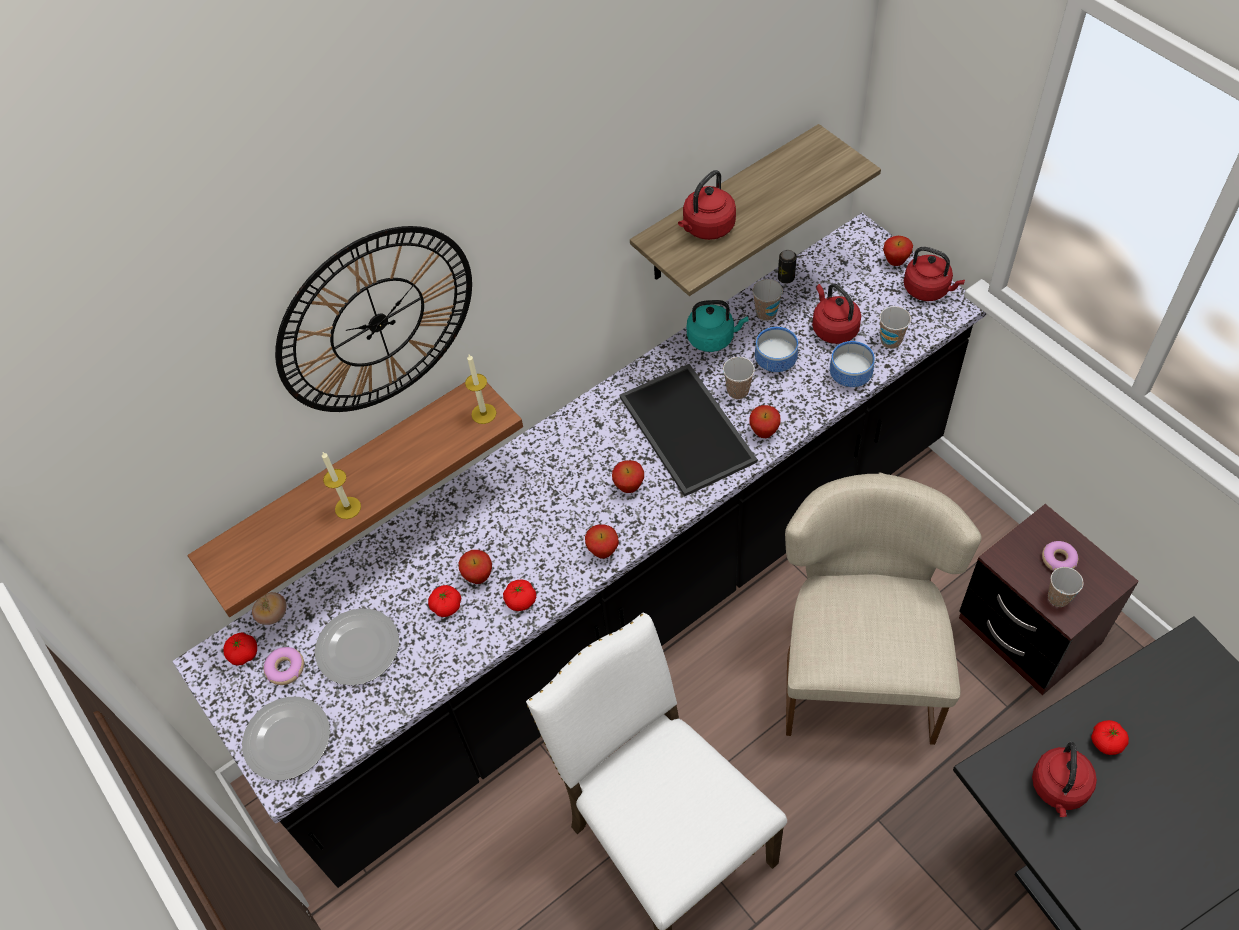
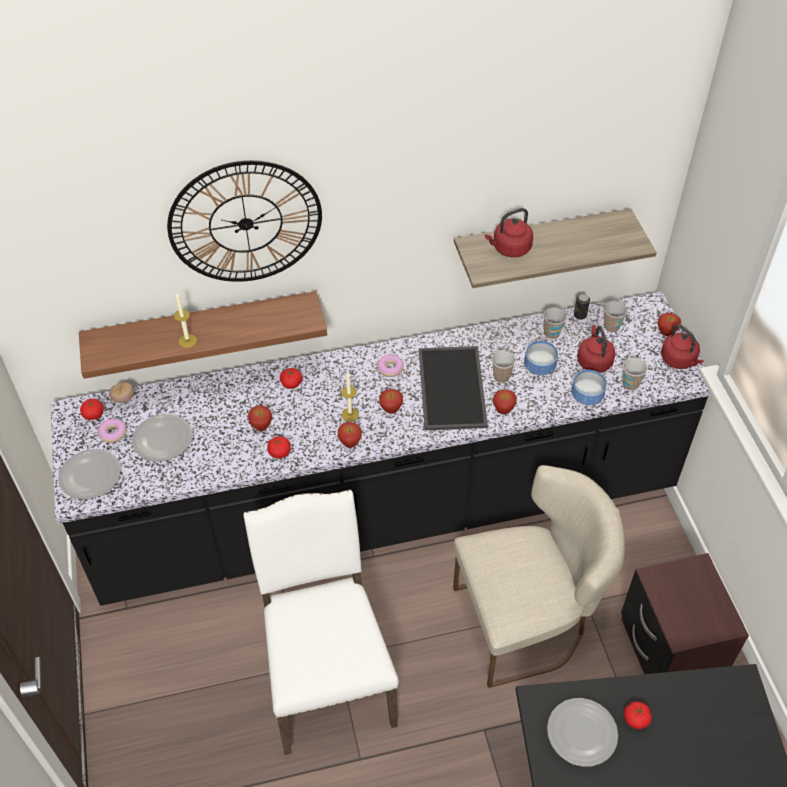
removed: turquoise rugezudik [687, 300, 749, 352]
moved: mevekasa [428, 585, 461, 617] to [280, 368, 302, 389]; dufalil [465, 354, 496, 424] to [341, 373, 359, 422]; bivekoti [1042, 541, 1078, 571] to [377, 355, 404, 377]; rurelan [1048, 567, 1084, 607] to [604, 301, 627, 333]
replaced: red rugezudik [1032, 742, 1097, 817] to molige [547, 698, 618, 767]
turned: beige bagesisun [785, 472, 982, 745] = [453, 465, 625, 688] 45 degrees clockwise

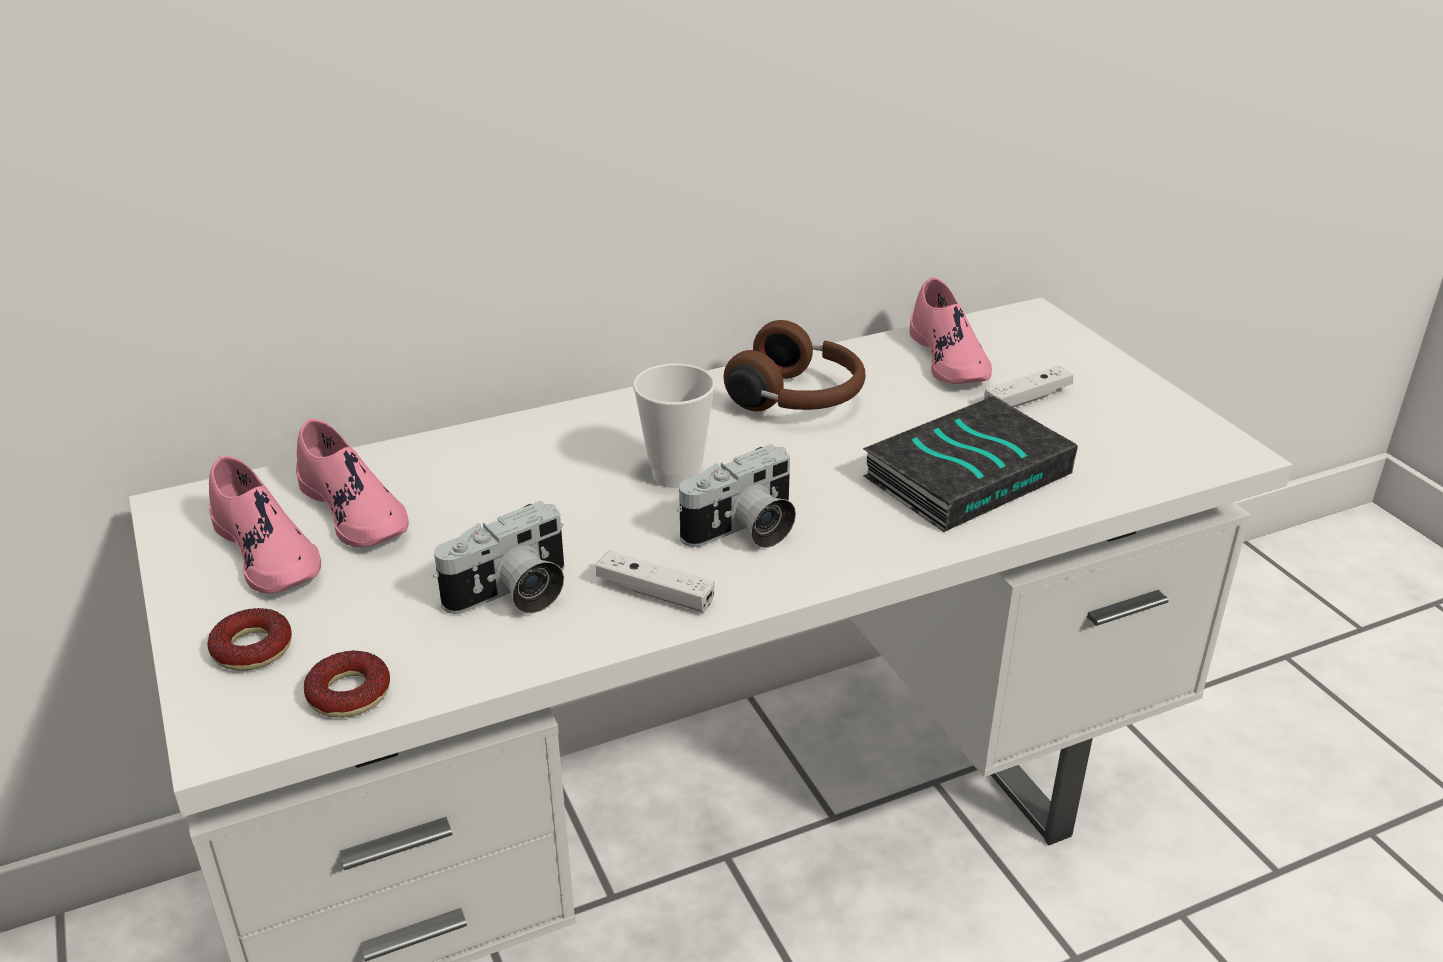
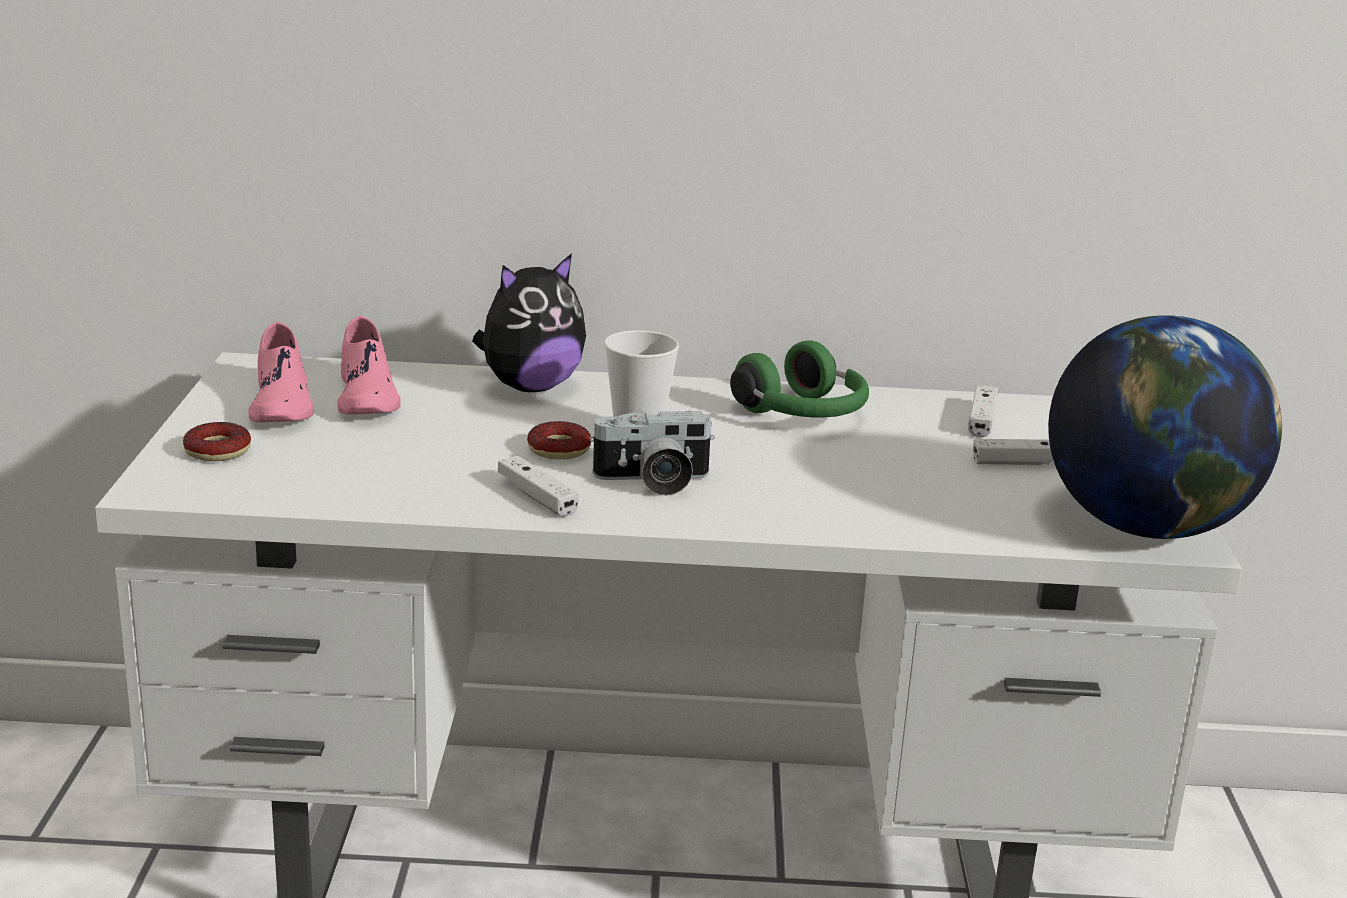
removed: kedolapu [433, 501, 564, 614]; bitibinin [863, 396, 1078, 532]
added: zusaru [472, 253, 586, 392]; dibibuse [1048, 315, 1282, 539]
moved: bivekoti [304, 651, 390, 718] to [527, 421, 591, 460]
replaced: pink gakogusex [909, 277, 992, 384] to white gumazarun [968, 385, 998, 437]
recoloured: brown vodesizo [724, 320, 866, 412] to green vodesizo [730, 340, 869, 418]

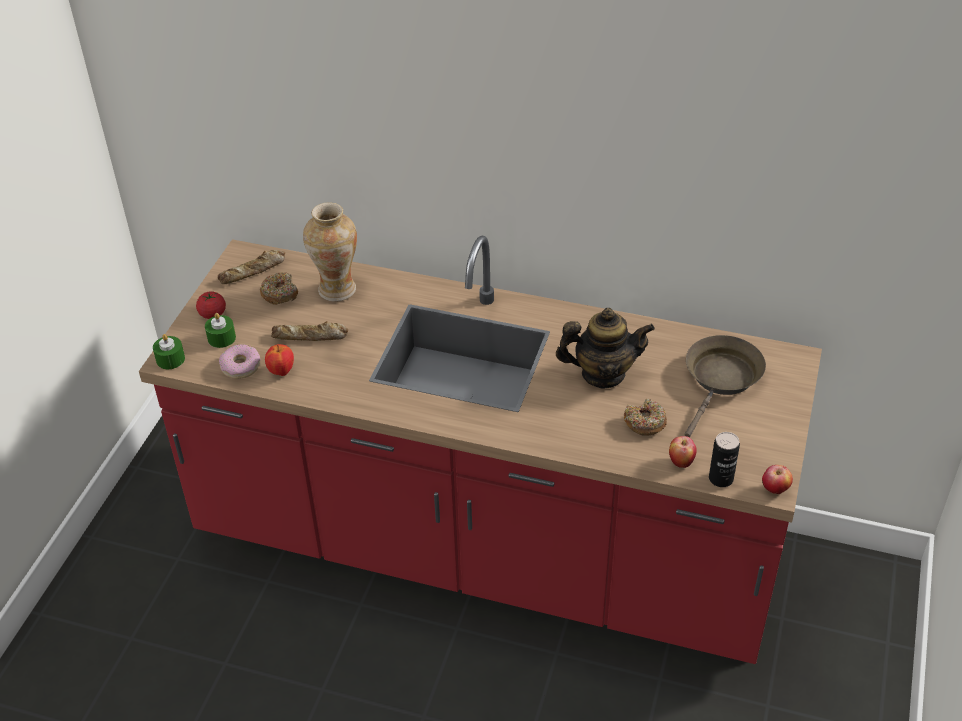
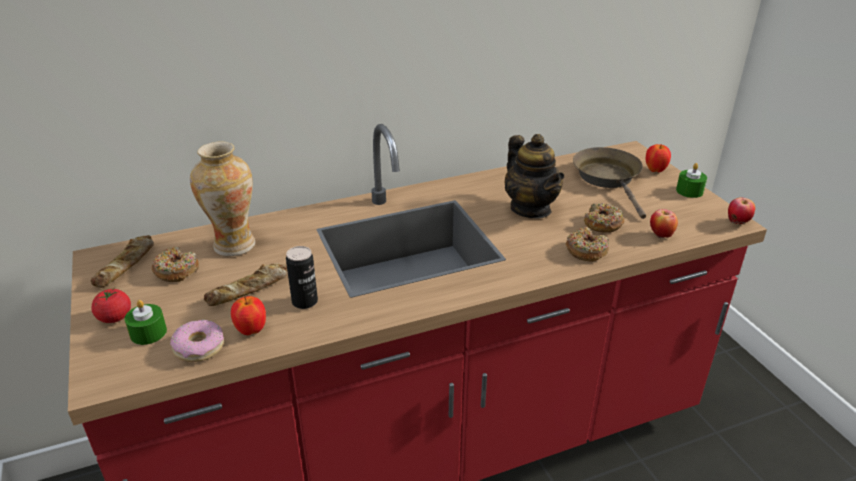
added: bivekoti [566, 227, 609, 262]; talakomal [646, 144, 671, 172]
moved: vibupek [709, 432, 740, 487] to [286, 246, 318, 309]; green dufalil [153, 334, 185, 369] to [676, 163, 707, 198]
turned: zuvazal [556, 308, 655, 388] = [505, 134, 565, 219] 105 degrees clockwise

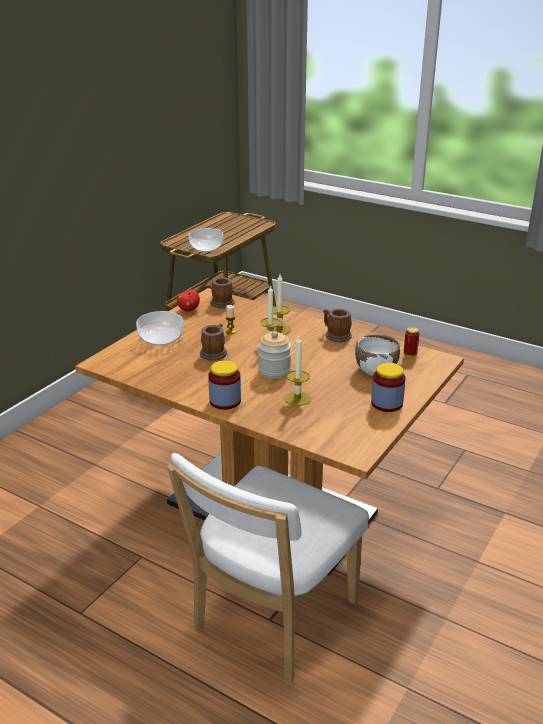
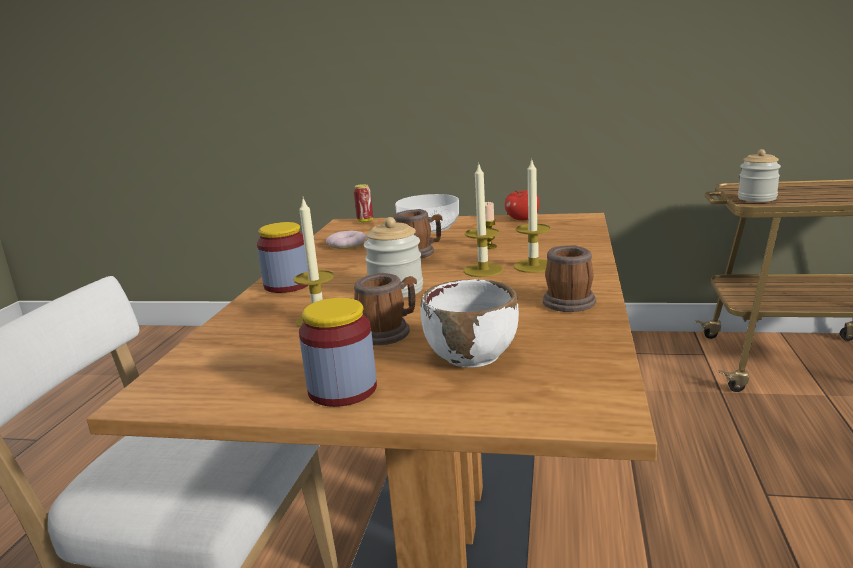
added: bivekoti [326, 231, 367, 249]
moved: vibupek [404, 327, 420, 357] to [354, 184, 373, 223]; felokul [211, 276, 234, 308] to [354, 273, 417, 345]
replaced: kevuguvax [188, 228, 223, 252] to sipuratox [738, 149, 781, 202]

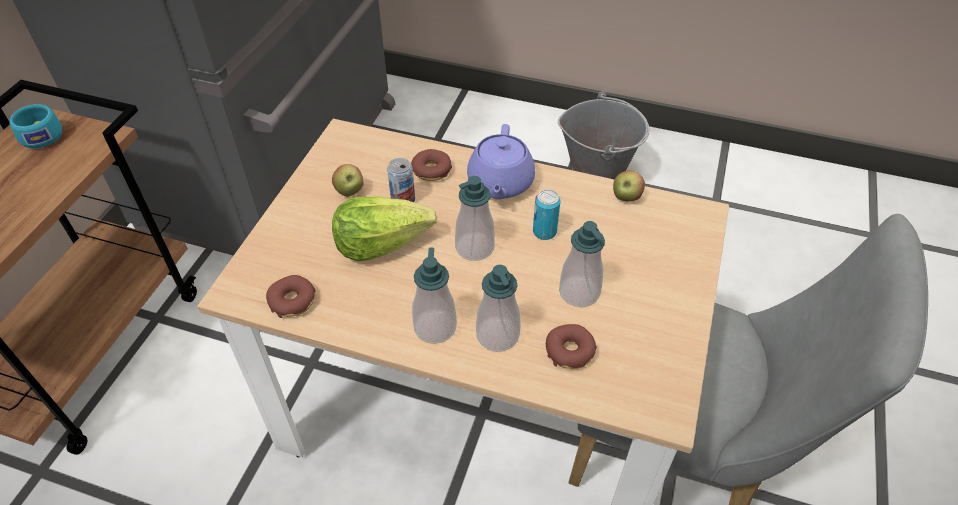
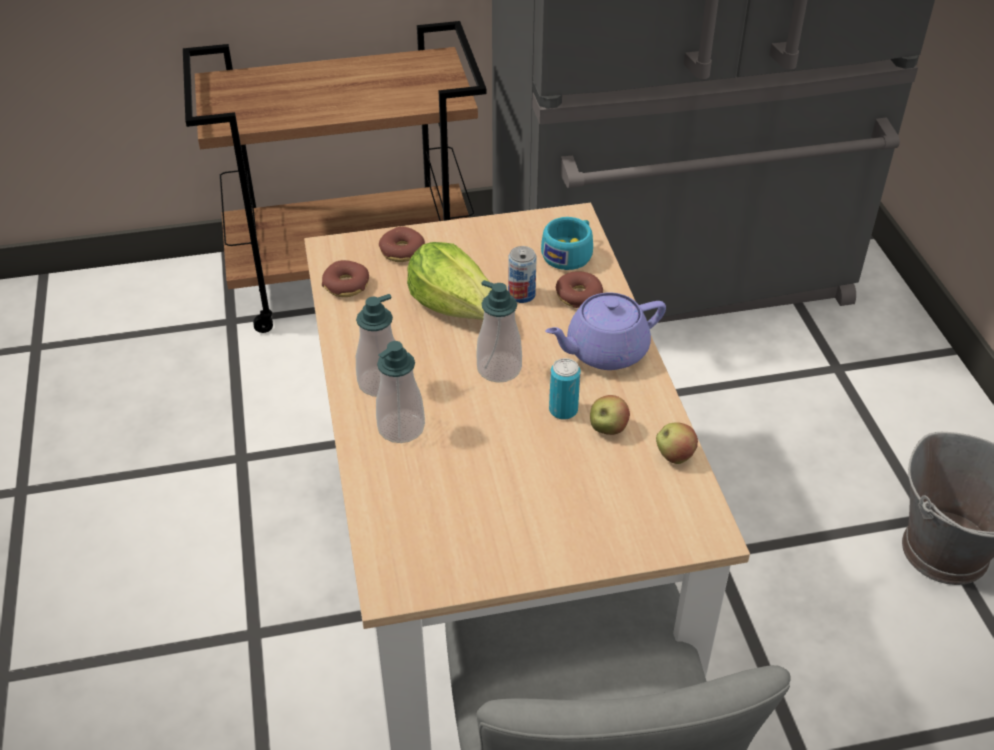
removed: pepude [559, 221, 605, 307]
moved: bivekoti [546, 324, 597, 369] to [379, 227, 425, 262]; turquoise rurelan [9, 104, 62, 148] to [541, 217, 593, 270]; talakomal [332, 164, 364, 197] to [590, 395, 630, 435]

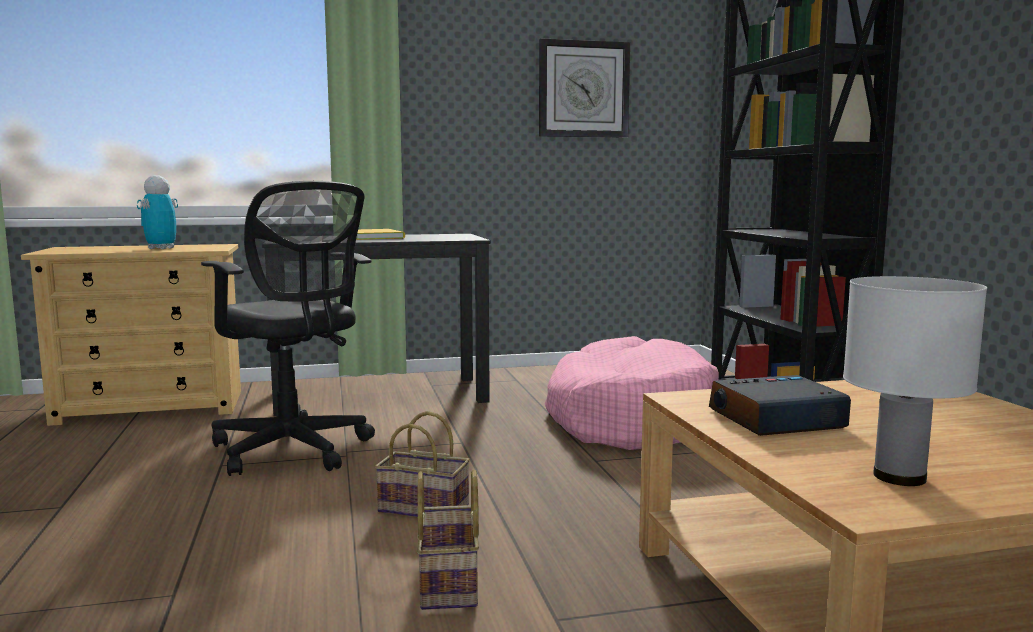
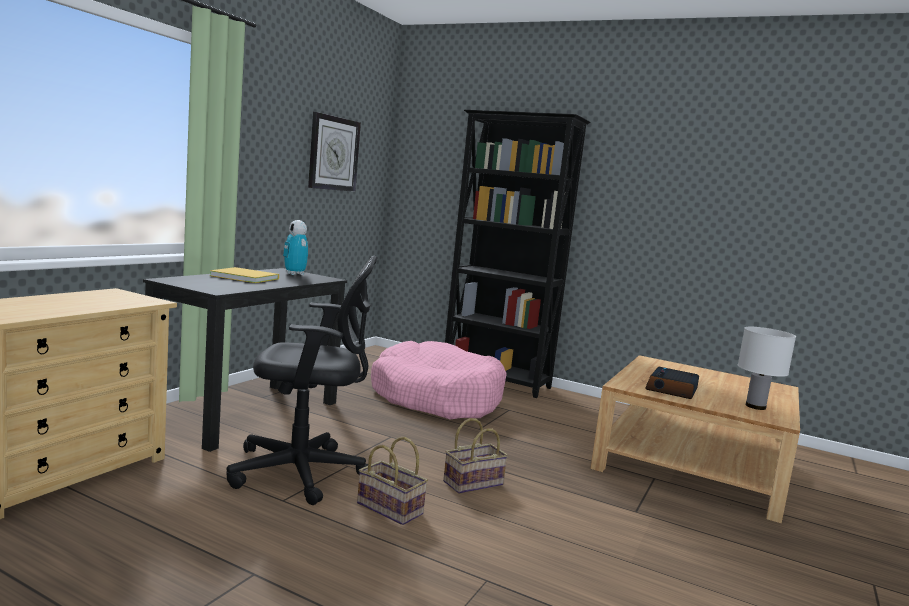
moved: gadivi [137, 175, 178, 249] to [283, 220, 308, 275]; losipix [417, 469, 479, 610] to [357, 437, 428, 525]

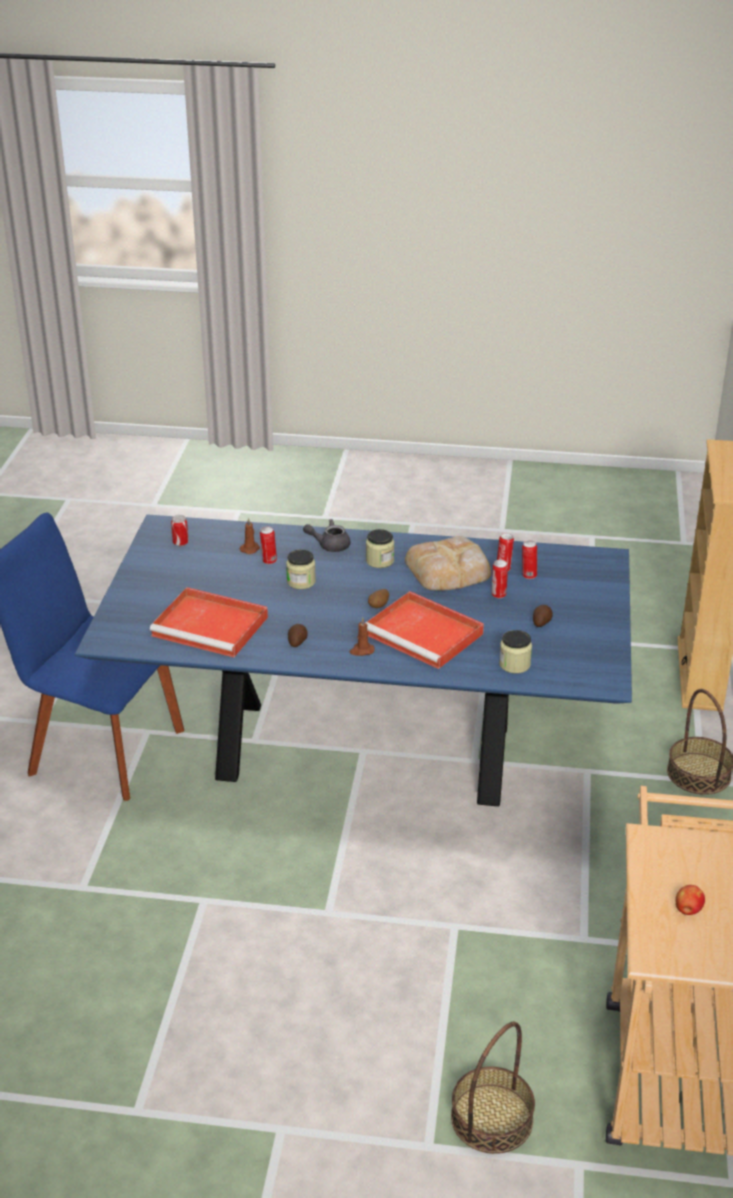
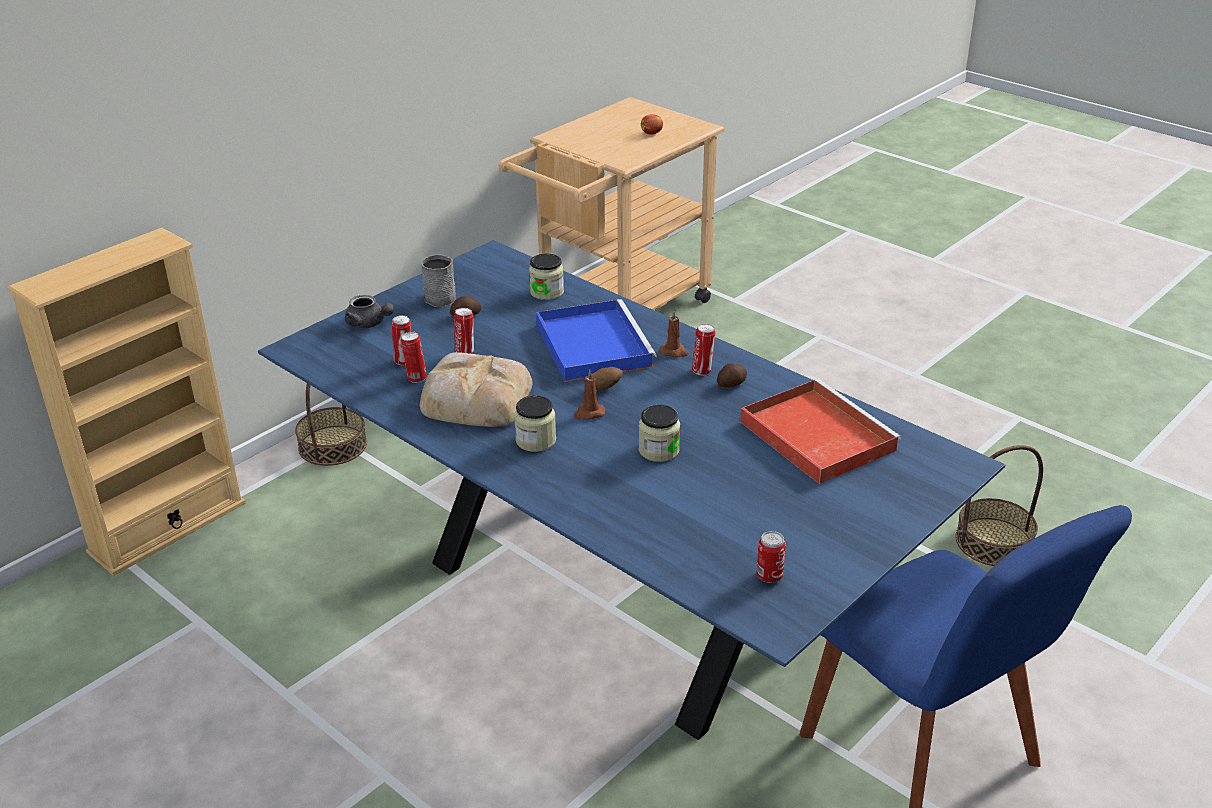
added: grey felokul [421, 254, 456, 307]
moved: grey zuvazal [303, 519, 351, 552] to [345, 295, 395, 329]; brown dufalil [240, 518, 260, 554] to [574, 369, 605, 420]; vibupek [260, 526, 277, 564] to [692, 324, 715, 375]; losipix [451, 1022, 535, 1154] to [955, 445, 1043, 566]
recoloured: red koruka [366, 591, 484, 669] to blue koruka [536, 299, 656, 382]

